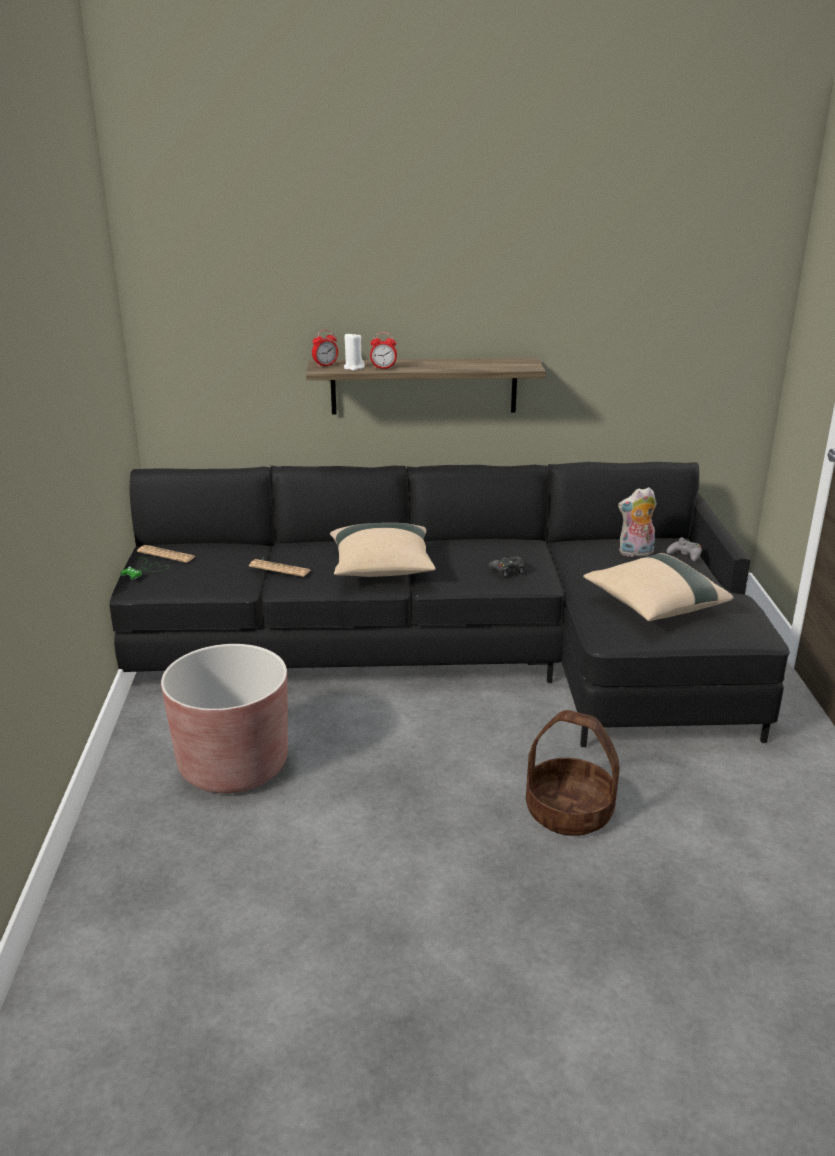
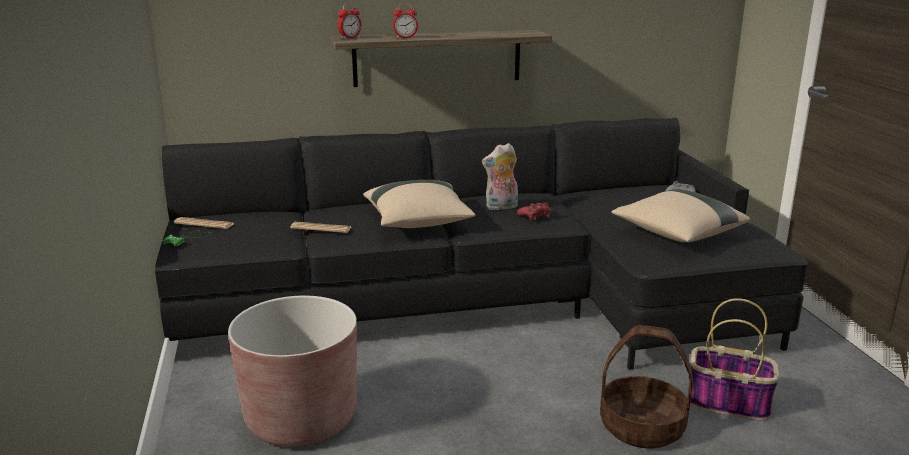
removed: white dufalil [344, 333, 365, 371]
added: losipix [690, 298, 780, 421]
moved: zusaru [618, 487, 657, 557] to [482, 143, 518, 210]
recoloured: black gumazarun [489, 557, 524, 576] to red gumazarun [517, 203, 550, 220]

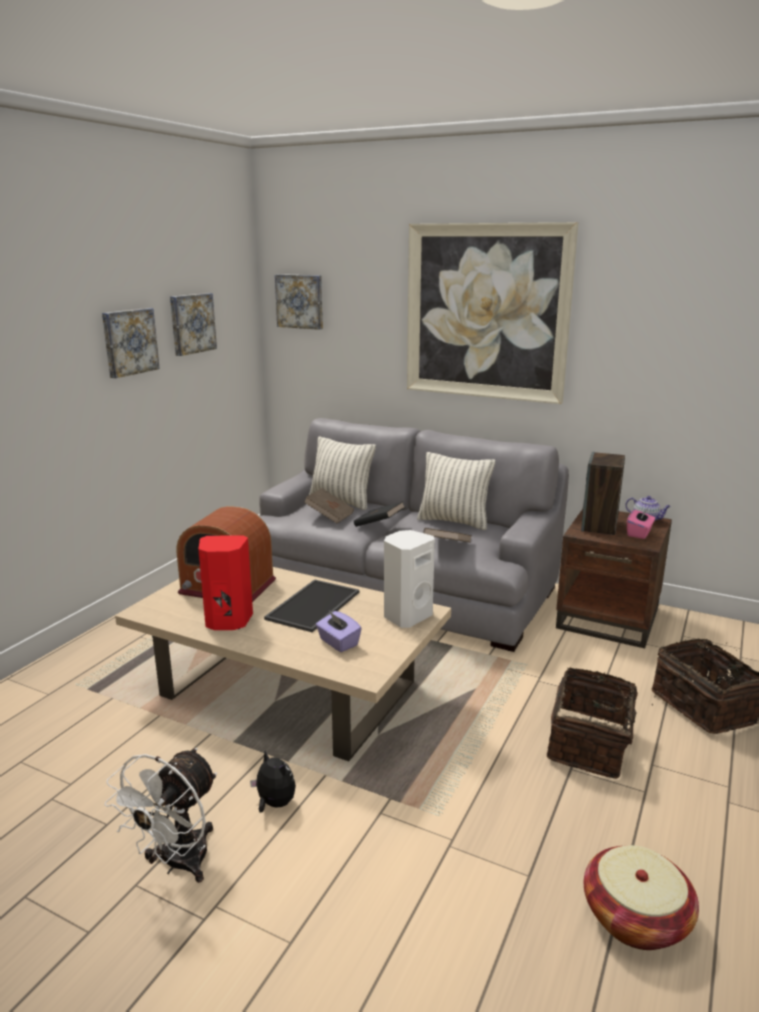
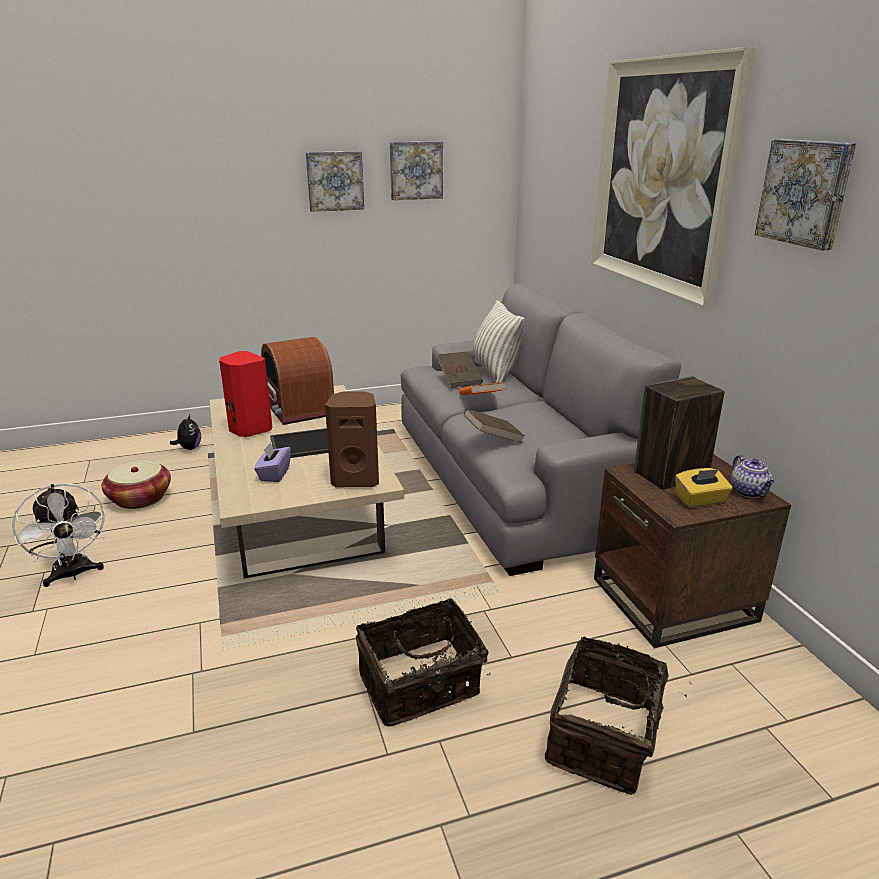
removed: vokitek [417, 452, 495, 530]
moved: losipix [584, 845, 699, 950] to [102, 460, 171, 509]; zusaru [250, 751, 296, 813] to [170, 414, 201, 450]; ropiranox [275, 274, 323, 330] to [755, 139, 856, 251]
recoloured: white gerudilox [384, 530, 435, 628] to brown gerudilox [325, 391, 379, 487]; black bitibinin [354, 502, 405, 527] to orange bitibinin [459, 382, 507, 395]; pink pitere [627, 508, 655, 539] to yellow pitere [675, 468, 732, 508]
turned: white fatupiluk [105, 748, 217, 883] = [12, 484, 106, 587] 105 degrees counterclockwise

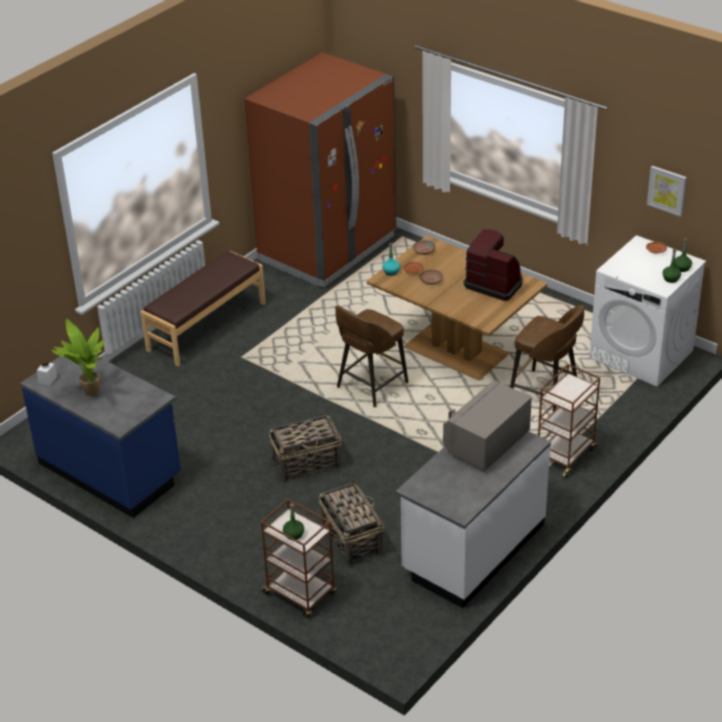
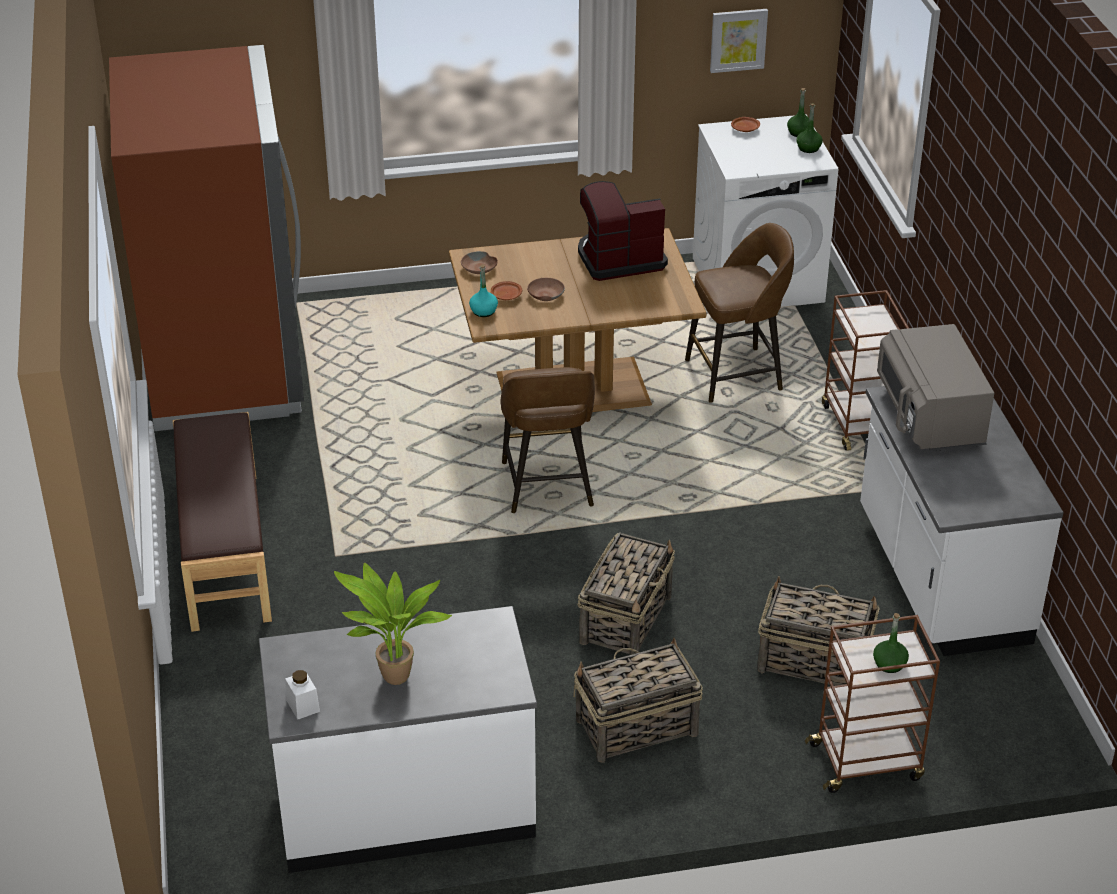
added: losipix [573, 638, 703, 763]
recoloured: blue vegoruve [20, 356, 181, 518] to white vegoruve [259, 606, 537, 873]

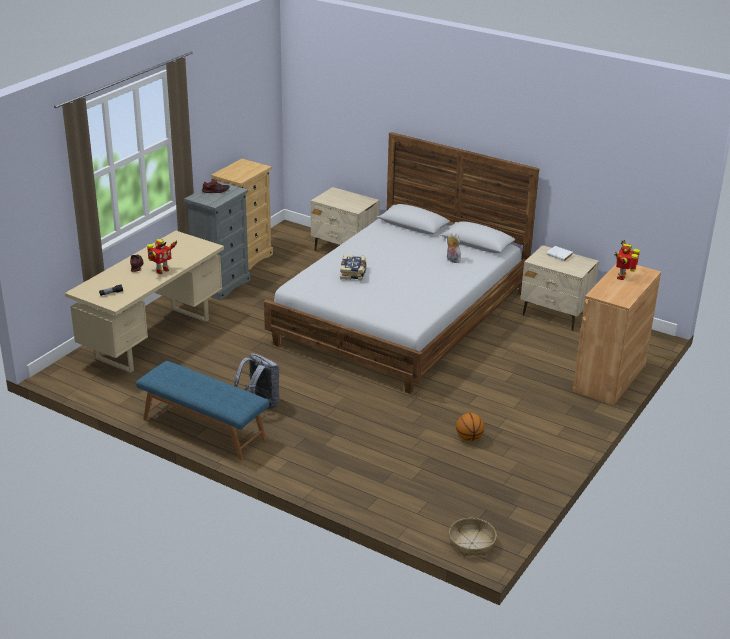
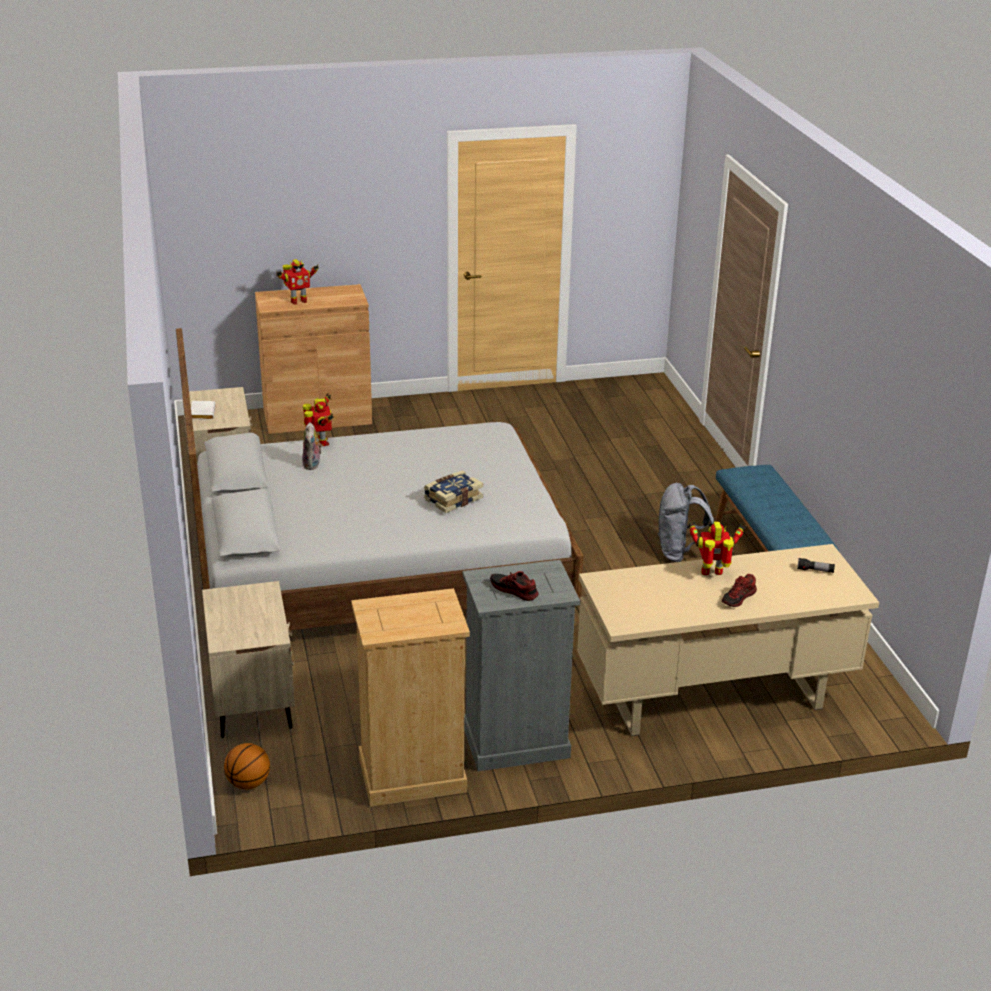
removed: losipix [449, 518, 497, 556]
added: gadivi [303, 393, 334, 446]
moved: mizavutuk [456, 413, 484, 441] to [224, 743, 270, 789]

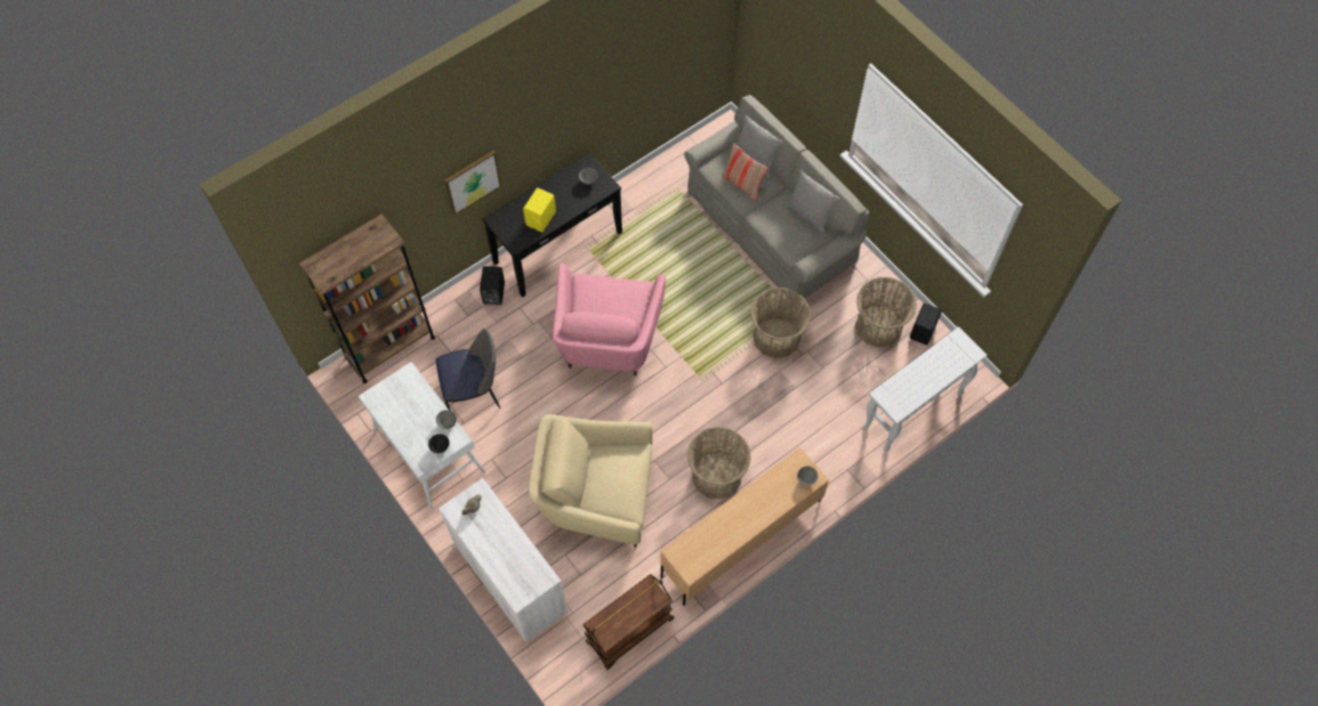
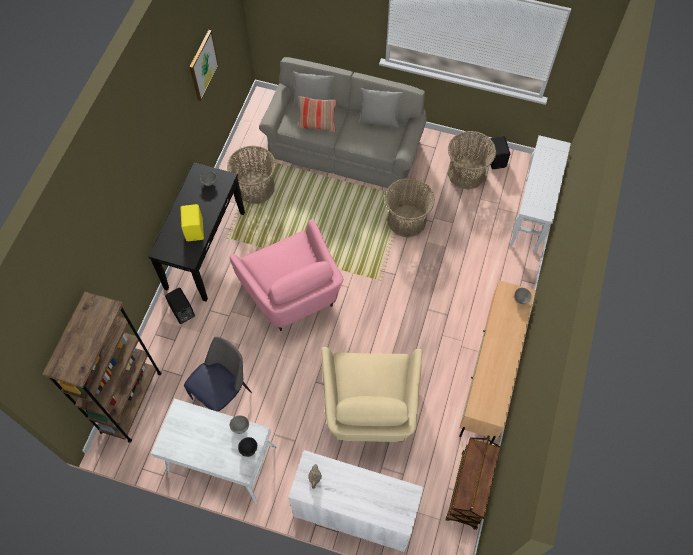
moved: ropiranox [444, 150, 502, 215] to [190, 30, 219, 101]; losipix [687, 427, 751, 499] to [227, 146, 276, 204]
turned: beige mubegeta [529, 414, 653, 547] = [322, 347, 422, 442] 60 degrees counterclockwise

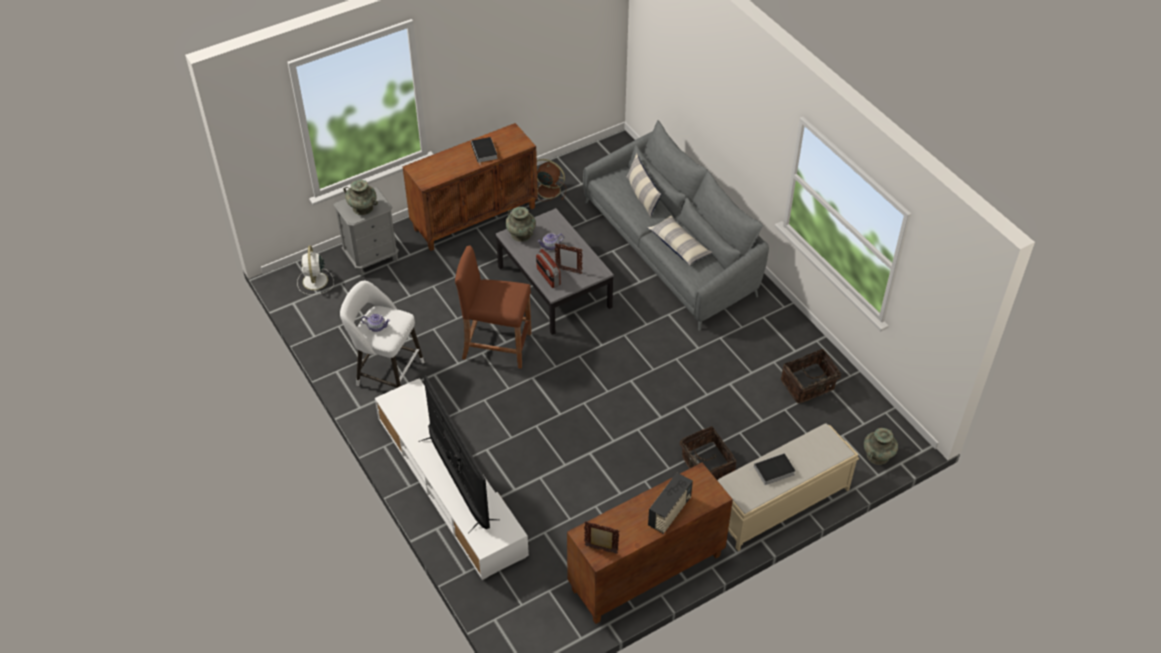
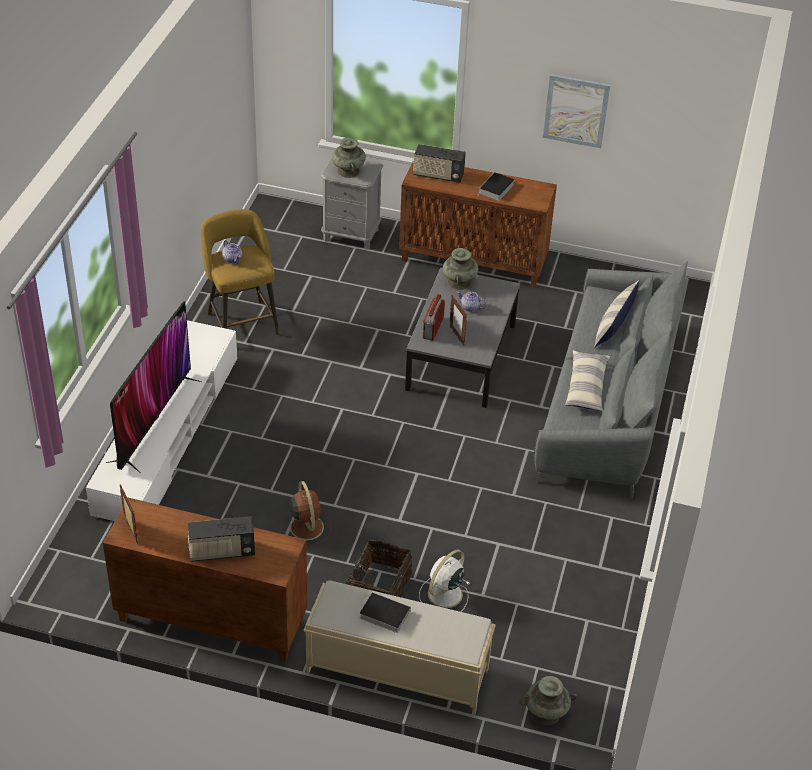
removed: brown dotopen [455, 245, 531, 369]; losipix [781, 349, 841, 403]
added: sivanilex [413, 144, 466, 183]; ropiranox [543, 74, 610, 148]
moved: brown fatupiluk [535, 159, 566, 201] to [281, 481, 331, 548]; white fatupiluk [297, 246, 334, 295] to [419, 550, 469, 612]
recoloured: white dotopen [340, 281, 424, 388] to yellow dotopen [201, 209, 279, 335]

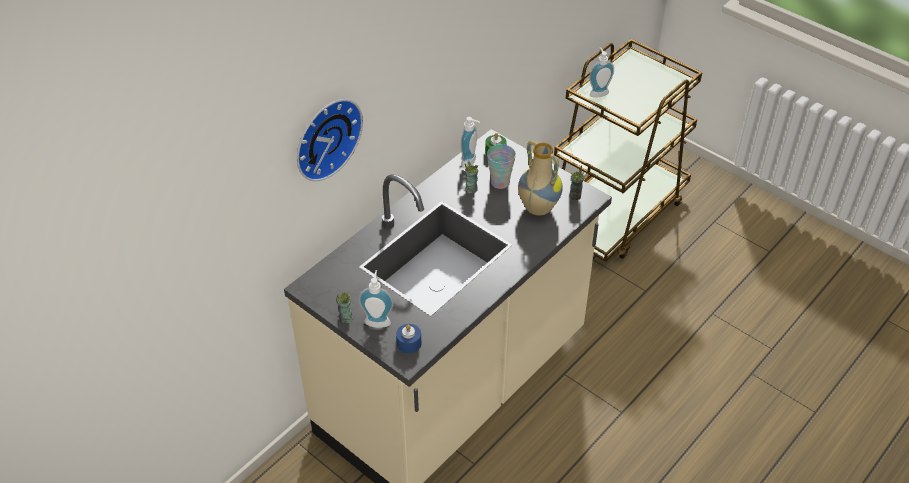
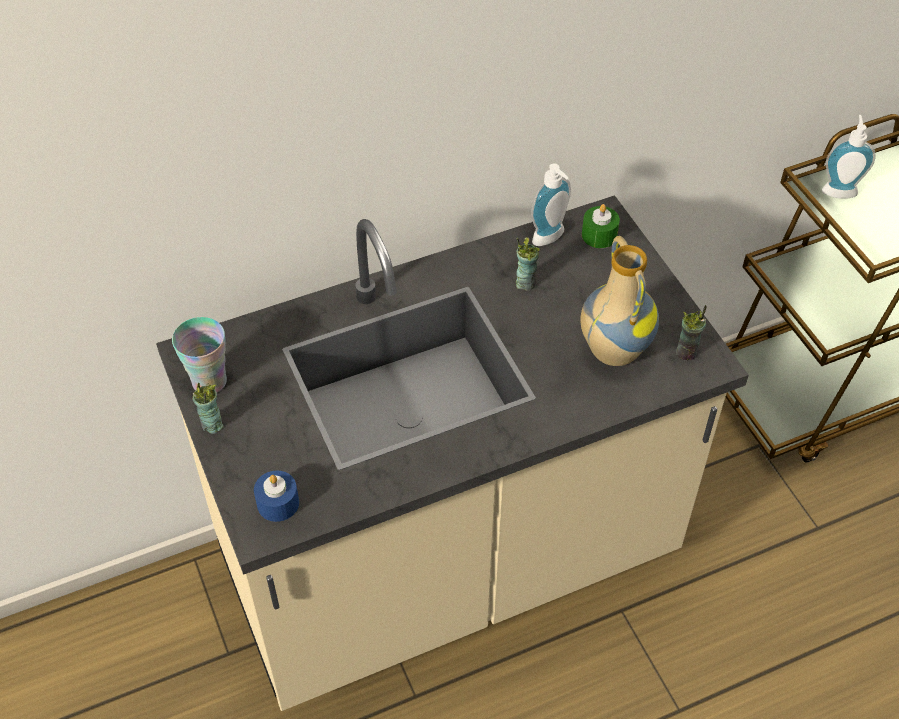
removed: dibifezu [297, 99, 363, 181]; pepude [359, 270, 393, 328]
moved: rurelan [487, 144, 516, 189] to [172, 317, 227, 392]

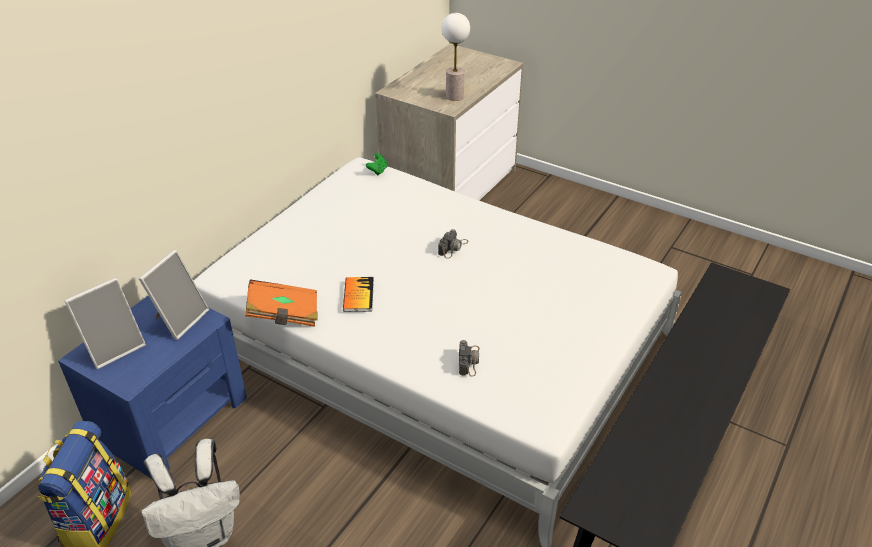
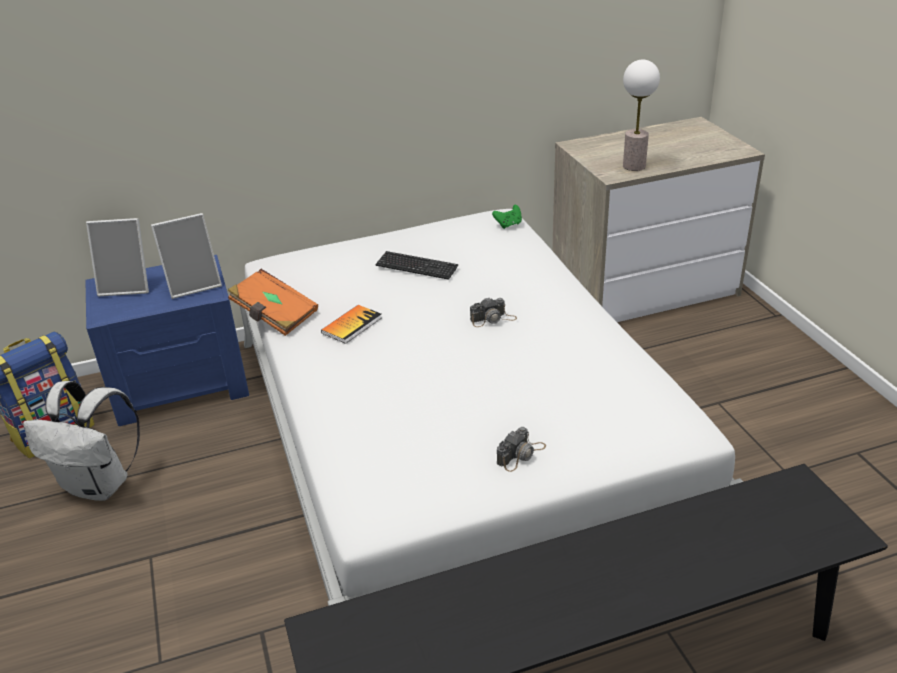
added: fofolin [375, 251, 459, 280]
moved: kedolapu [459, 340, 480, 377] to [497, 427, 546, 472]

